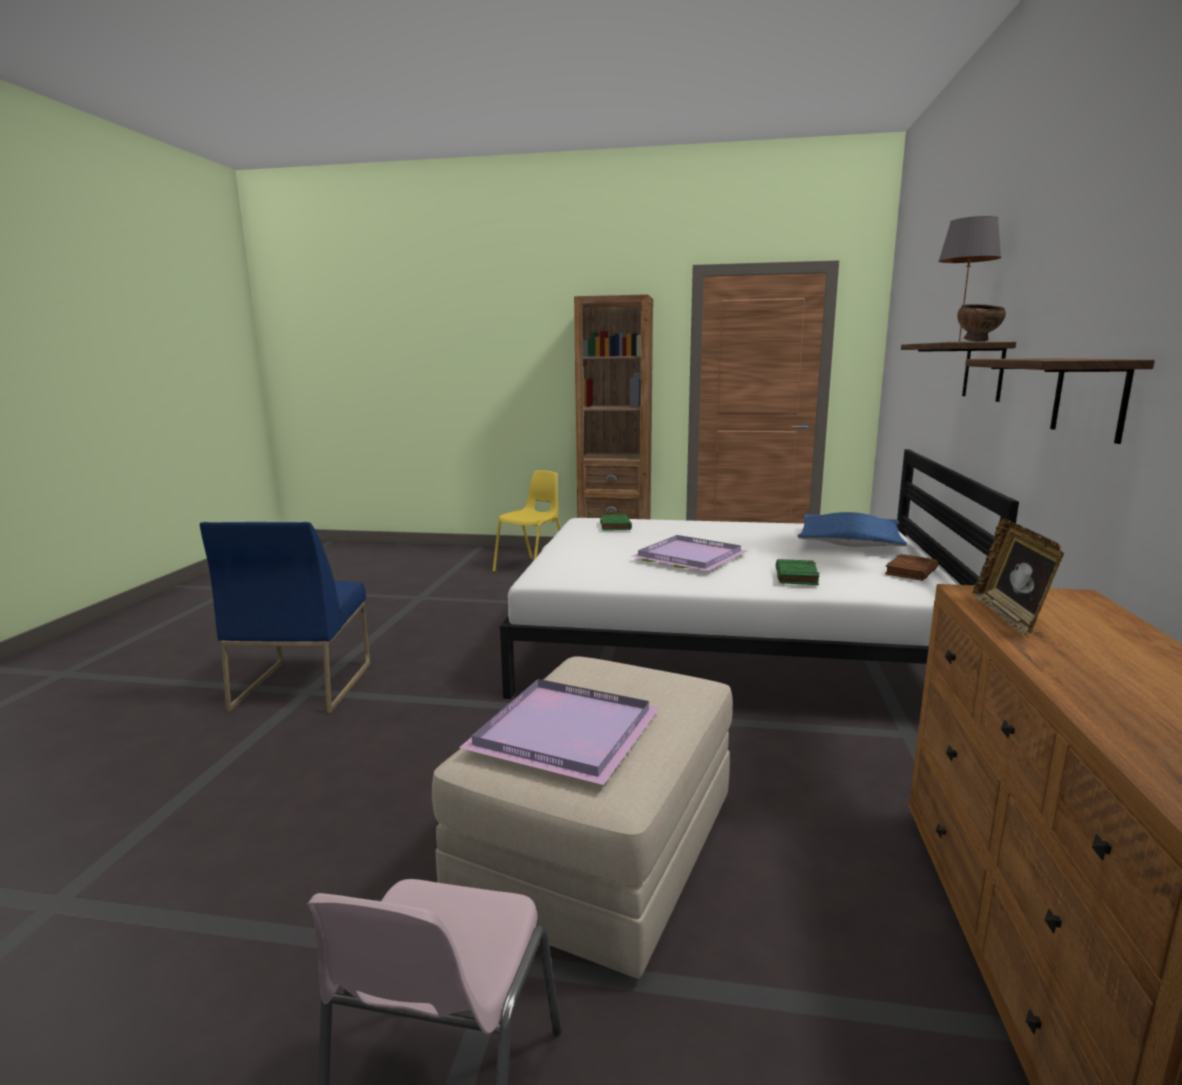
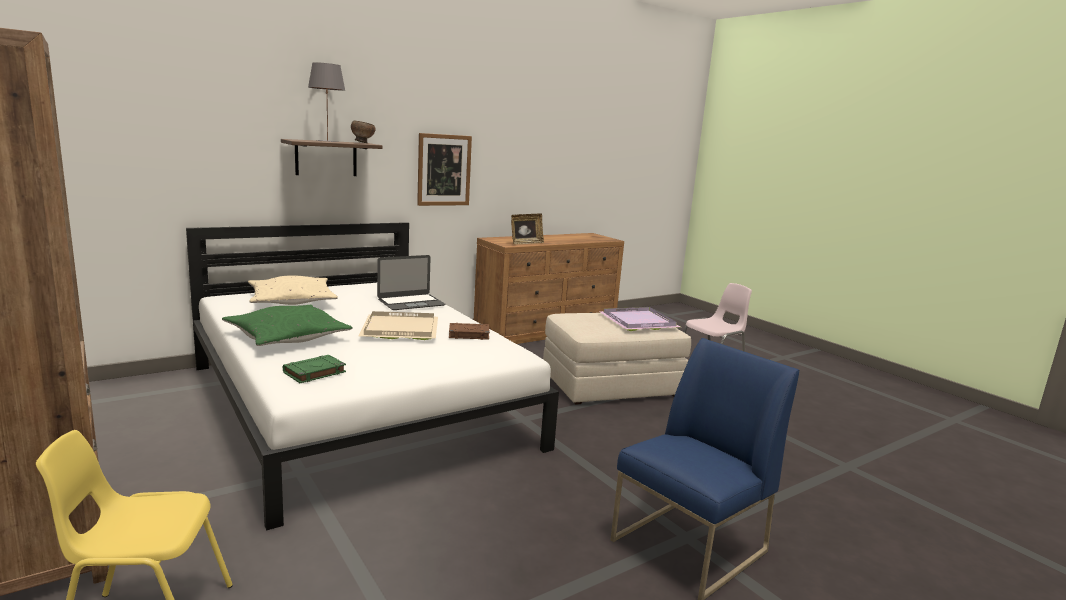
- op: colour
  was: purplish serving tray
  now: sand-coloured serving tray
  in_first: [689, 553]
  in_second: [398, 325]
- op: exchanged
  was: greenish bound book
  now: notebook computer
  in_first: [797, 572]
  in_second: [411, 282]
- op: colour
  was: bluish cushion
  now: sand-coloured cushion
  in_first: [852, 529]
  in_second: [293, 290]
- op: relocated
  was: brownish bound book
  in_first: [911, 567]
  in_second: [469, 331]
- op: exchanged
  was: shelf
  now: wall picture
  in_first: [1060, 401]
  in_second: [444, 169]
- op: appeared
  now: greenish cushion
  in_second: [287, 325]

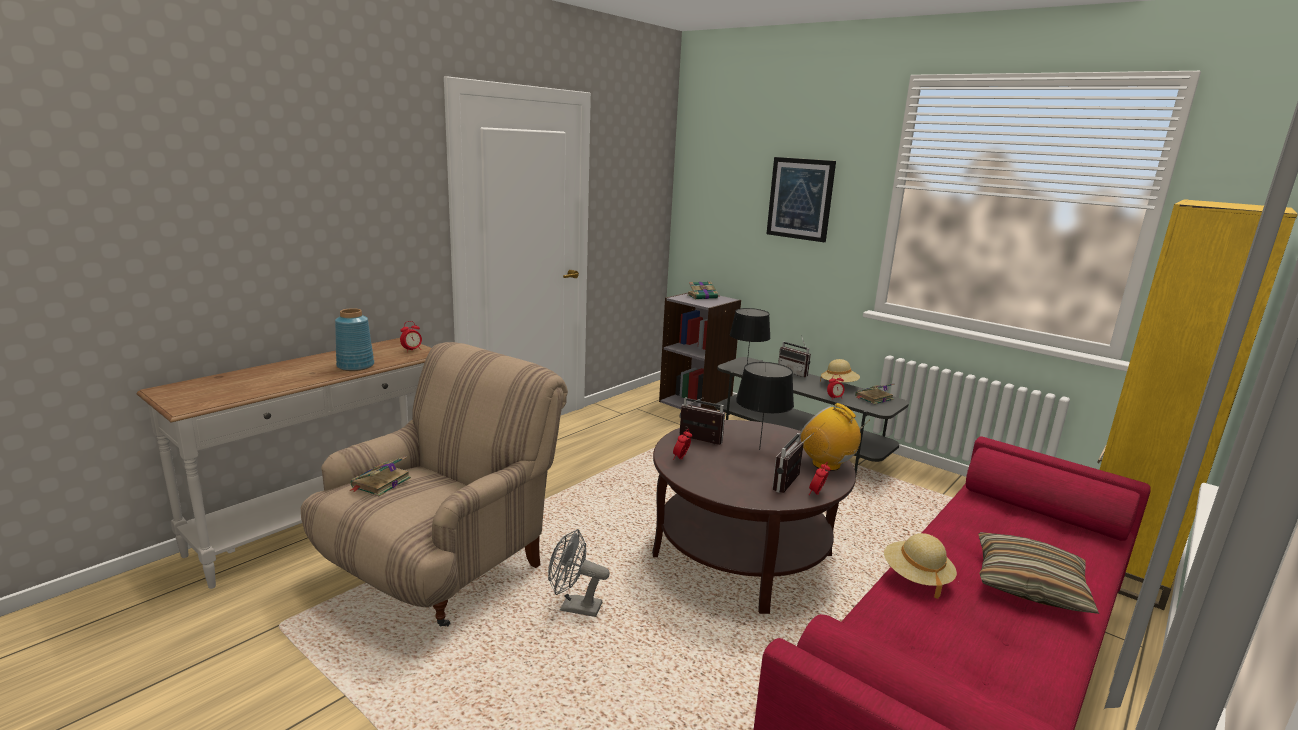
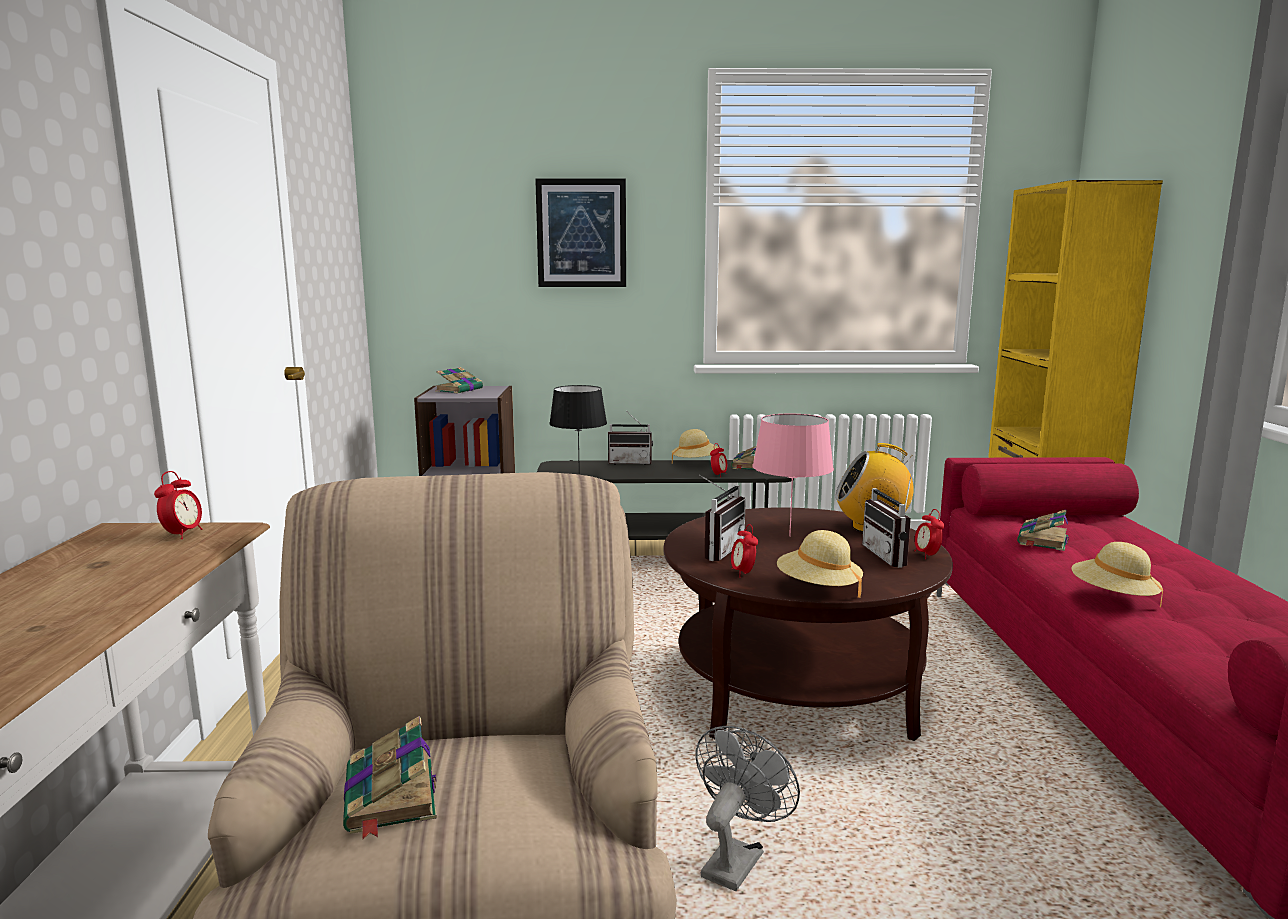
- op: missing
  was: bluish decorative vase
  in_first: [354, 339]
- op: spun
  was: greyish fan
  in_first: [579, 573]
  in_second: [747, 808]
  clockwise: 150
- op: spun
  was: radio
  in_first: [702, 421]
  in_second: [722, 517]
  clockwise: 135
- op: colour
  was: black lamp for a table
  now: pinkish lamp for a table
  in_first: [765, 406]
  in_second: [793, 475]
- op: missing
  was: cushion
  in_first: [1038, 573]
- op: appeared
  now: sand-coloured clothing hat
  in_second: [820, 564]
- op: appeared
  now: bound book
  in_second: [1043, 530]

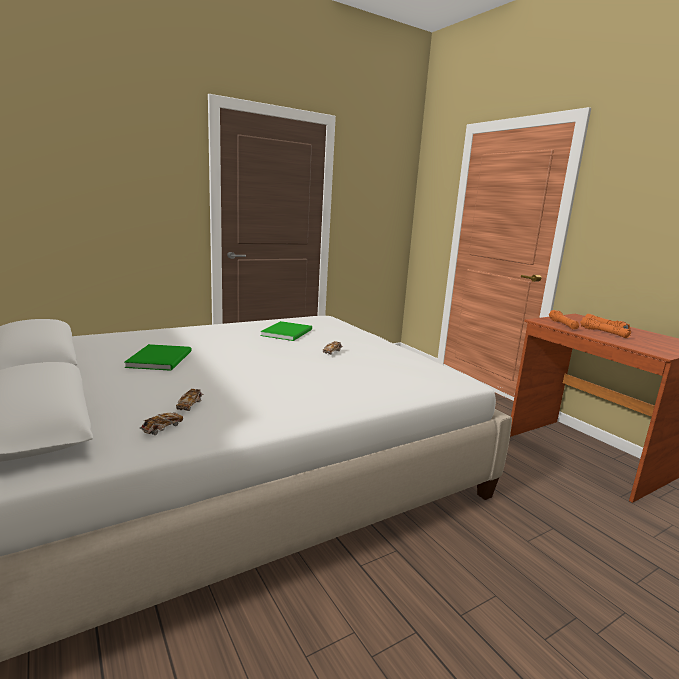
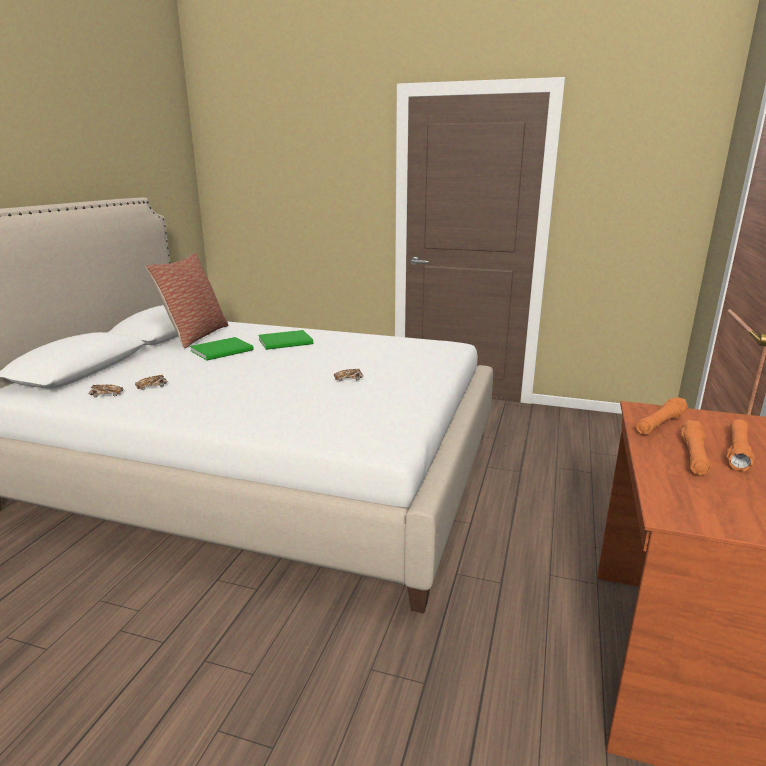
- op: relocated
  was: greenish bound book
  in_first: [286, 331]
  in_second: [285, 340]
- op: appeared
  now: cushion
  in_second: [187, 301]

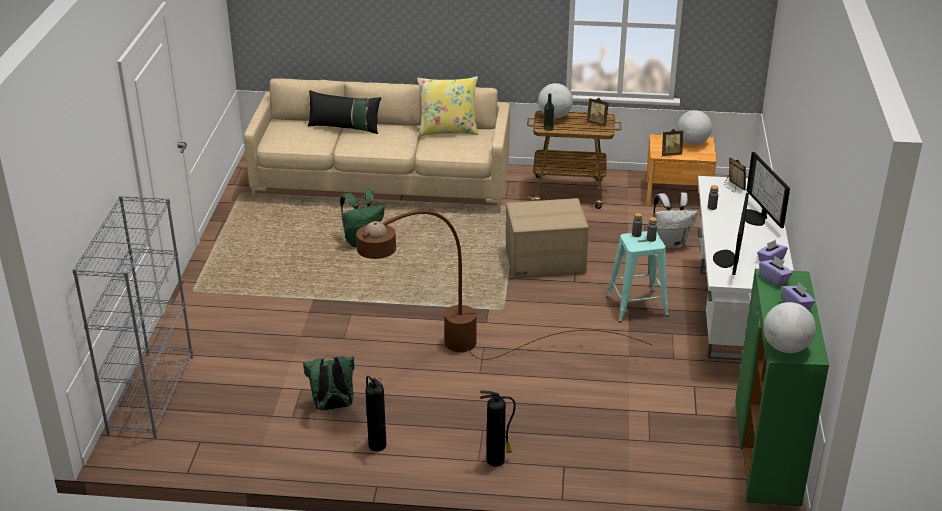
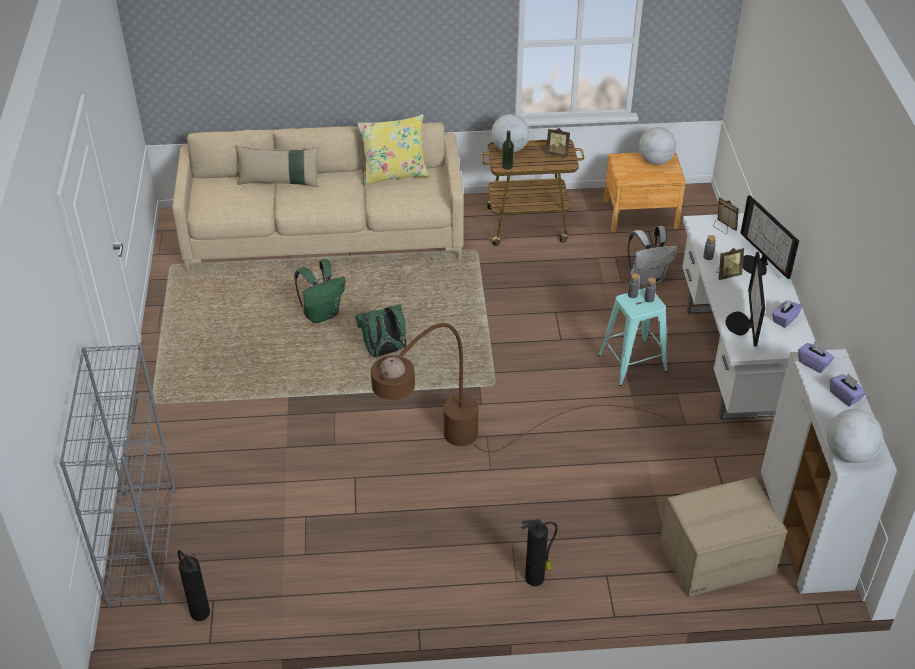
- op: relocated
  was: greenish backpack
  in_first: [329, 383]
  in_second: [380, 330]
- op: colour
  was: black cushion
  now: sand-coloured cushion
  in_first: [344, 112]
  in_second: [277, 166]
- op: relocated
  was: extinguisher
  in_first: [375, 413]
  in_second: [194, 585]
- op: relocated
  was: packing box
  in_first: [547, 238]
  in_second: [723, 537]
- op: relocated
  was: standing frame
  in_first: [672, 142]
  in_second: [730, 264]
- op: colour
  was: greenish cupboard
  now: white cupboard
  in_first: [782, 387]
  in_second: [829, 471]

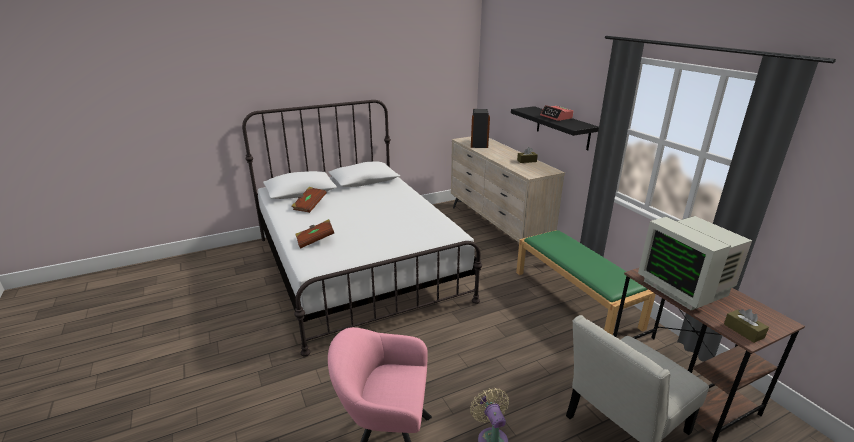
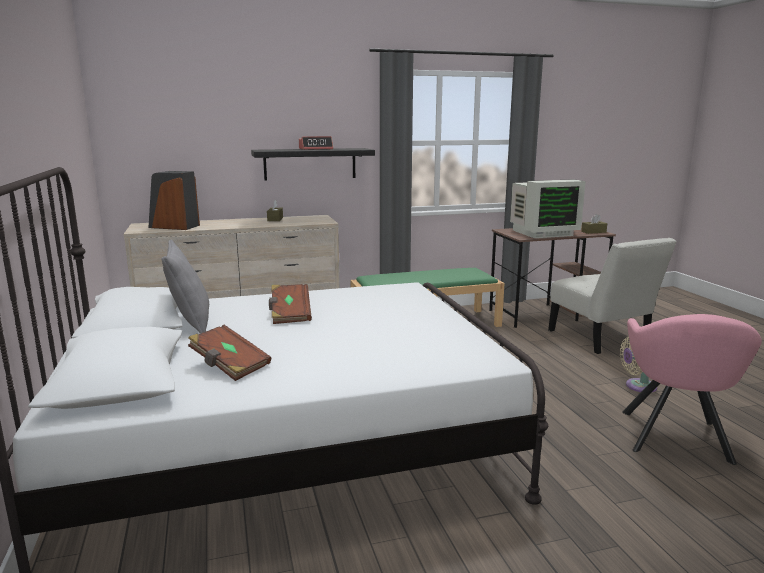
- op: relocated
  was: brownish bound book
  in_first: [314, 234]
  in_second: [290, 304]
- op: appeared
  now: greyish cushion
  in_second: [185, 287]

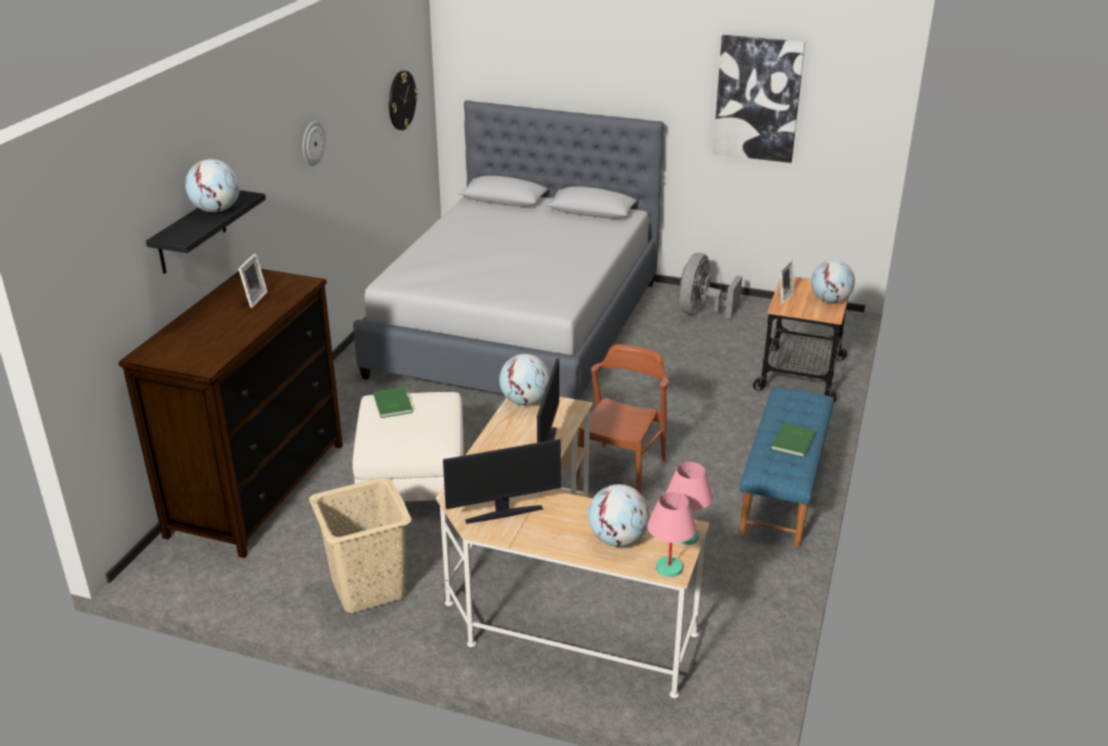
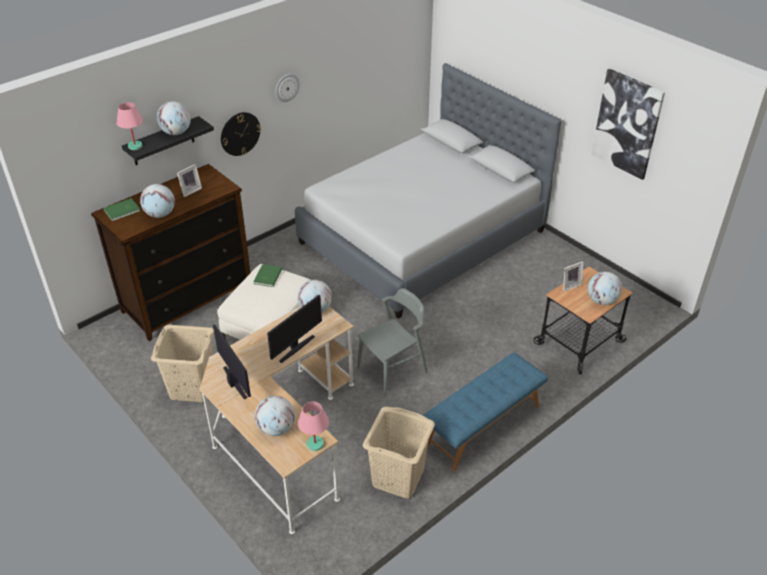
- op: relocated
  was: clock on the wall
  in_first: [403, 100]
  in_second: [241, 134]
- op: spun
  was: computer screen
  in_first: [502, 481]
  in_second: [232, 361]
  clockwise: -135
- op: colour
  was: brownish chair
  now: greyish chair
  in_first: [622, 418]
  in_second: [392, 342]
- op: relocated
  was: pinkish lamp for a table
  in_first: [672, 534]
  in_second: [130, 126]
- op: missing
  was: greyish fan
  in_first: [710, 285]
- op: relocated
  was: greenish bound book
  in_first: [793, 440]
  in_second: [121, 209]
- op: appeared
  now: globe
  in_second: [157, 201]
- op: appeared
  now: sand-coloured washing basket
  in_second: [399, 452]

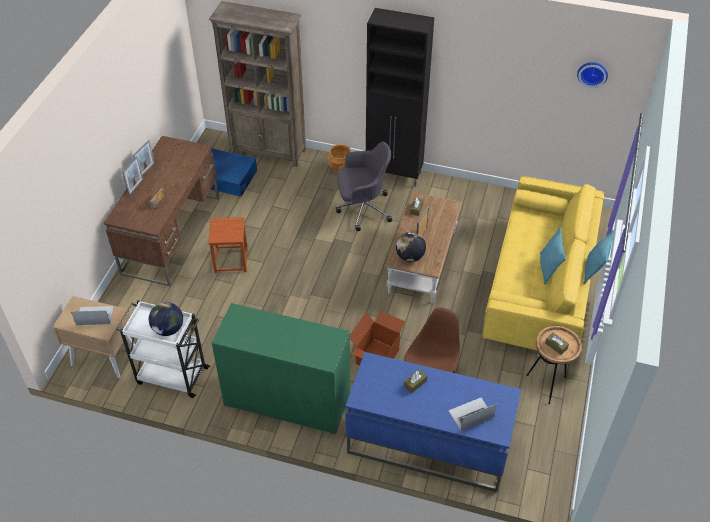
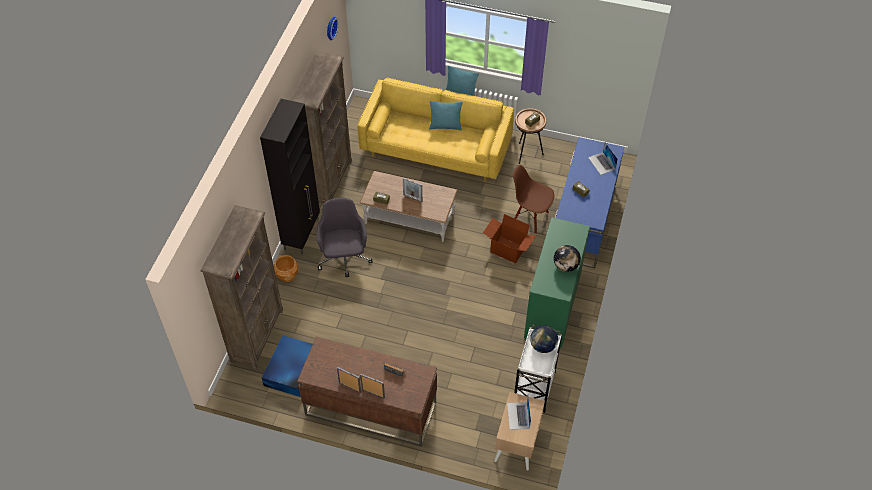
- op: missing
  was: brownish stool seat
  in_first: [228, 245]
- op: relocated
  was: globe
  in_first: [411, 247]
  in_second: [567, 258]
- op: appeared
  now: brownish shelving unit
  in_second: [321, 127]

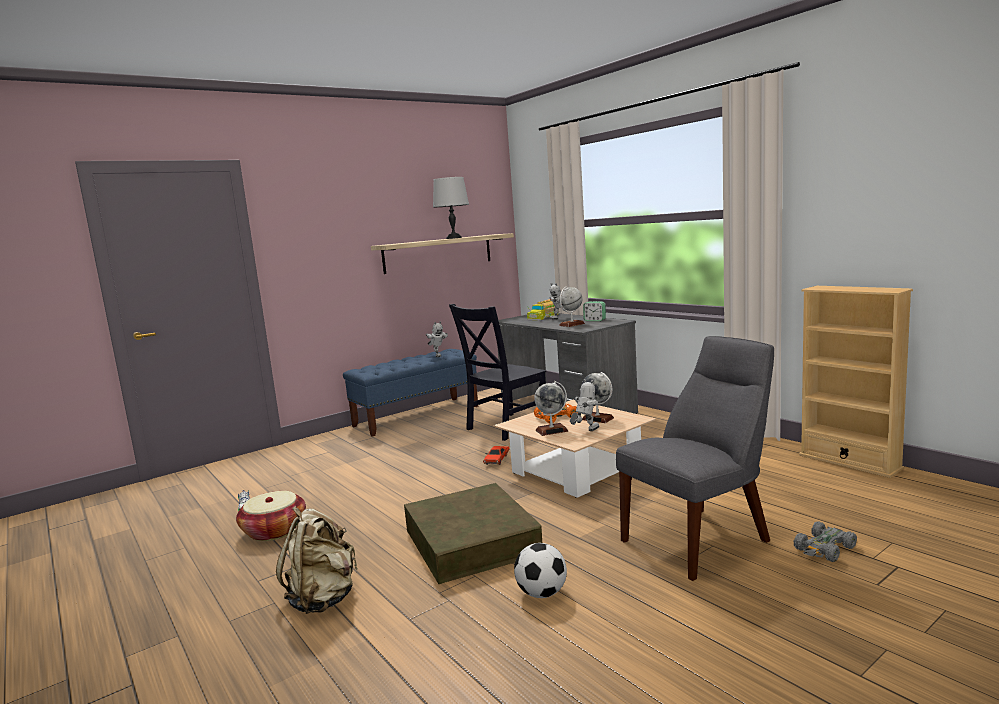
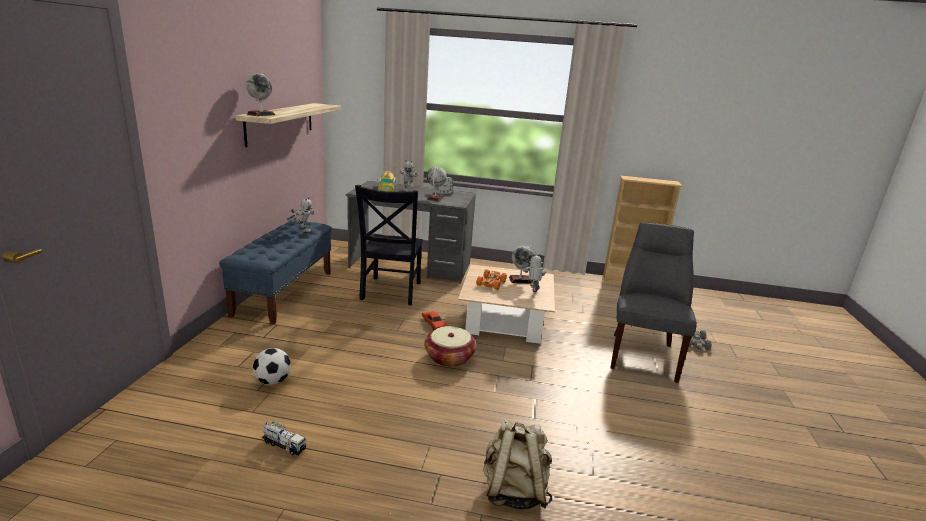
- op: relocated
  was: basket
  in_first: [271, 516]
  in_second: [450, 346]
- op: missing
  was: brownish storage container
  in_first: [473, 533]
- op: missing
  was: greyish lamp for a table
  in_first: [451, 208]
- op: relocated
  was: football ball
  in_first: [540, 570]
  in_second: [272, 366]
- op: relocated
  was: globe
  in_first: [551, 408]
  in_second: [260, 94]

